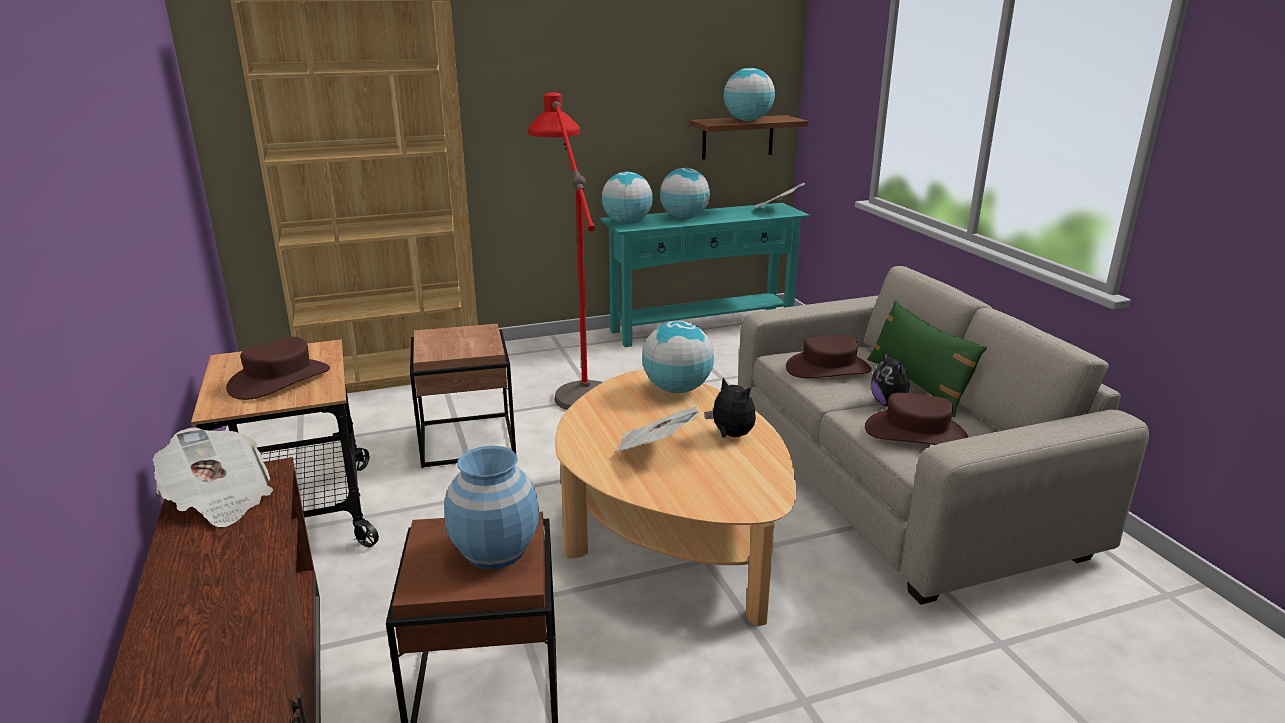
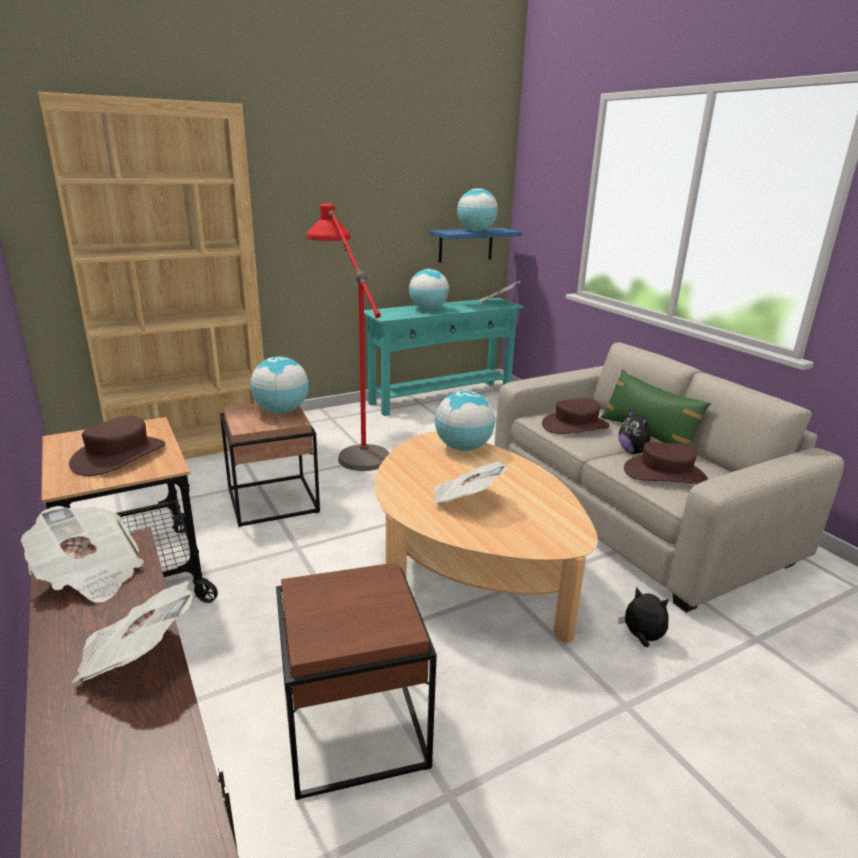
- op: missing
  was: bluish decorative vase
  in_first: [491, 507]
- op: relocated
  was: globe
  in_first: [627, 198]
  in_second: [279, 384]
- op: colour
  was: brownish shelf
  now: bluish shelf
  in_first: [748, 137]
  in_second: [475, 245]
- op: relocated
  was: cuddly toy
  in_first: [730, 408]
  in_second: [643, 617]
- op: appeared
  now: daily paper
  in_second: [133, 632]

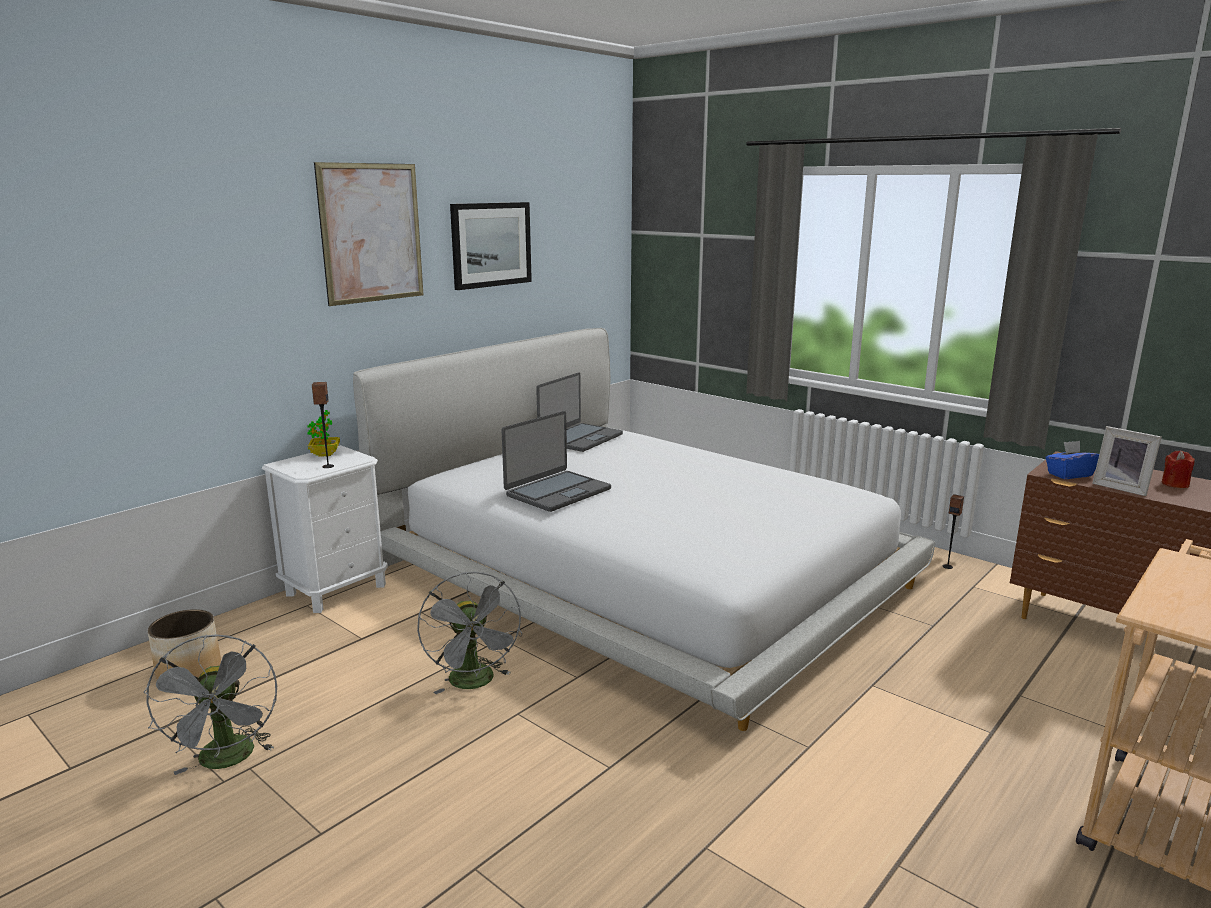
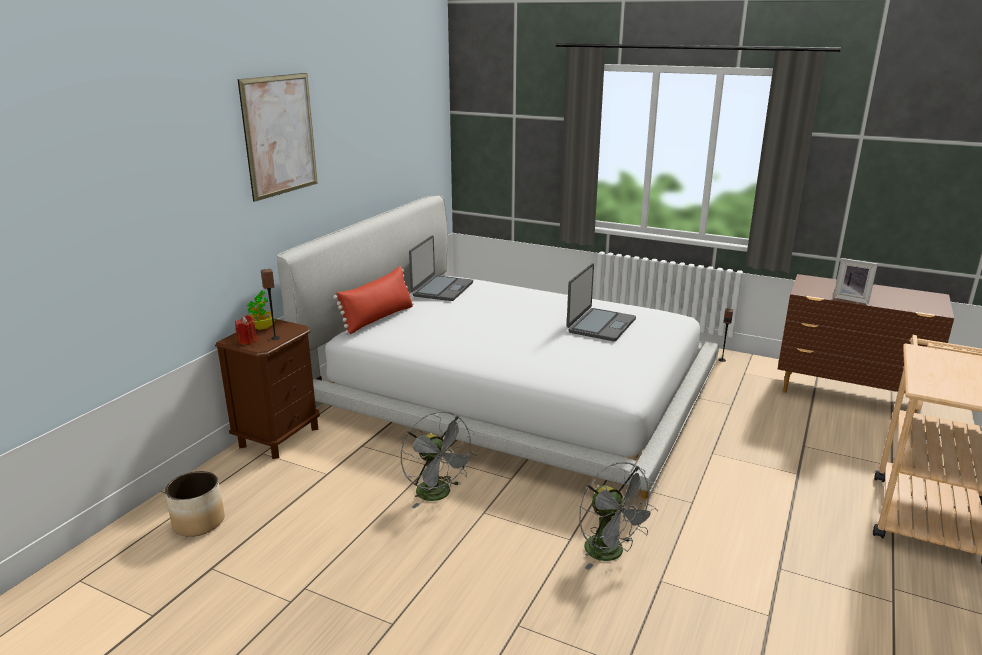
- op: relocated
  was: greyish fan
  in_first: [210, 704]
  in_second: [618, 516]
- op: colour
  was: white night table
  now: brownish night table
  in_first: [325, 529]
  in_second: [267, 389]
- op: missing
  was: wall picture
  in_first: [491, 246]
- op: relocated
  was: notebook computer
  in_first: [556, 461]
  in_second: [601, 302]
- op: missing
  was: bluish tissue box
  in_first: [1072, 460]
- op: relocated
  was: red-coloured wax light
  in_first: [1178, 469]
  in_second: [246, 330]
- op: appeared
  now: red-coloured cushion
  in_second: [373, 300]

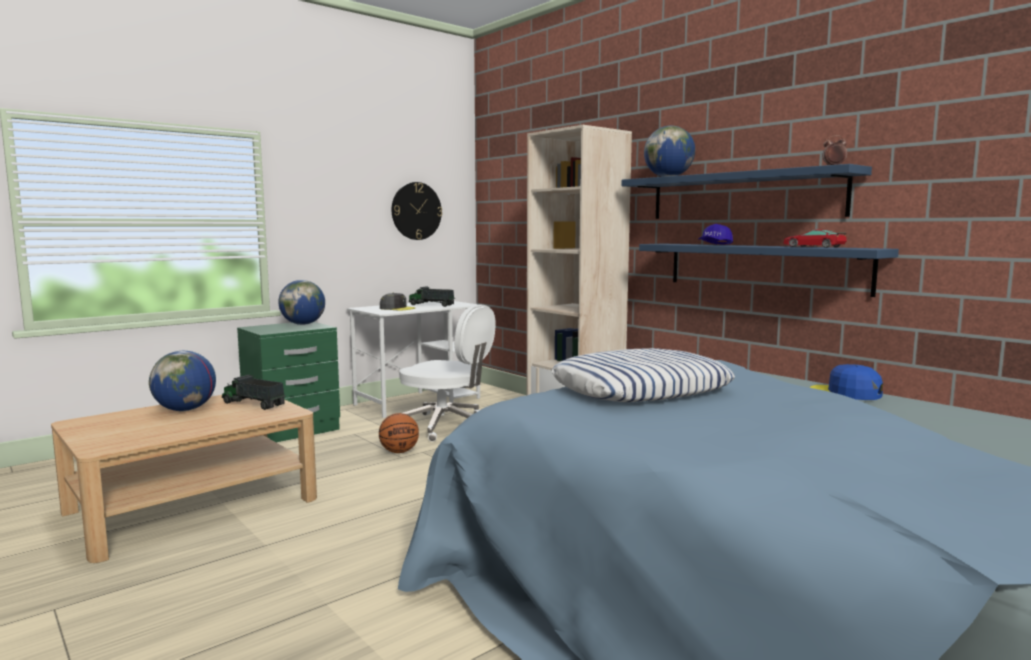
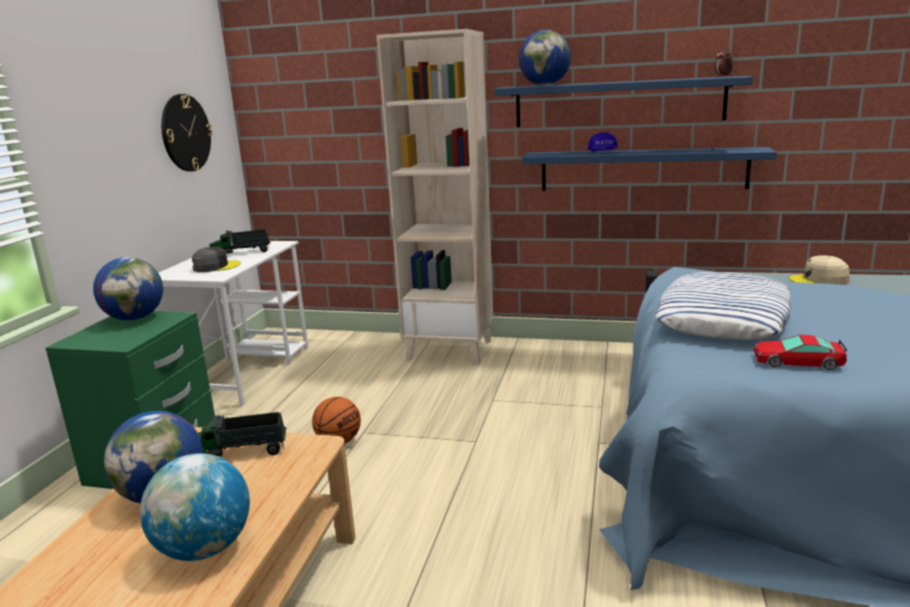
- op: missing
  was: white computer chair
  in_first: [447, 373]
- op: relocated
  was: model car
  in_first: [815, 238]
  in_second: [800, 352]
- op: colour
  was: bluish peaked cap
  now: sand-coloured peaked cap
  in_first: [846, 382]
  in_second: [819, 270]
- op: appeared
  now: globe
  in_second: [195, 507]

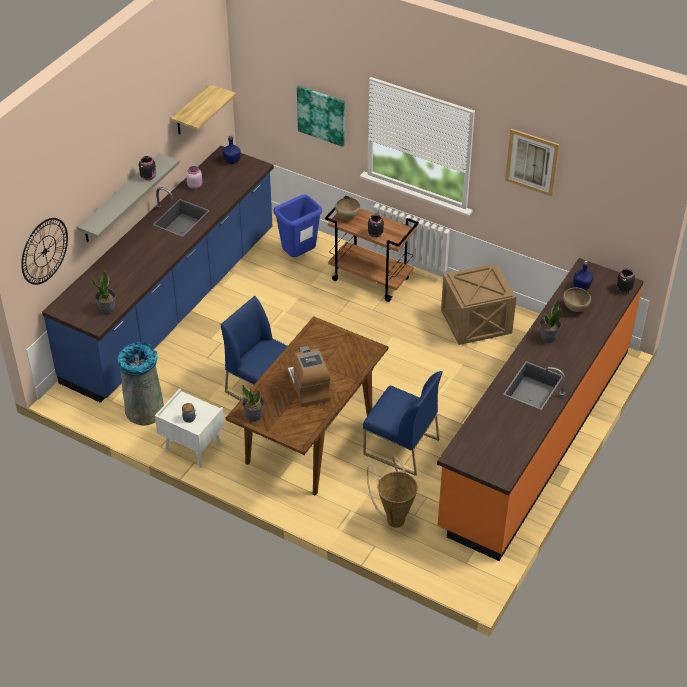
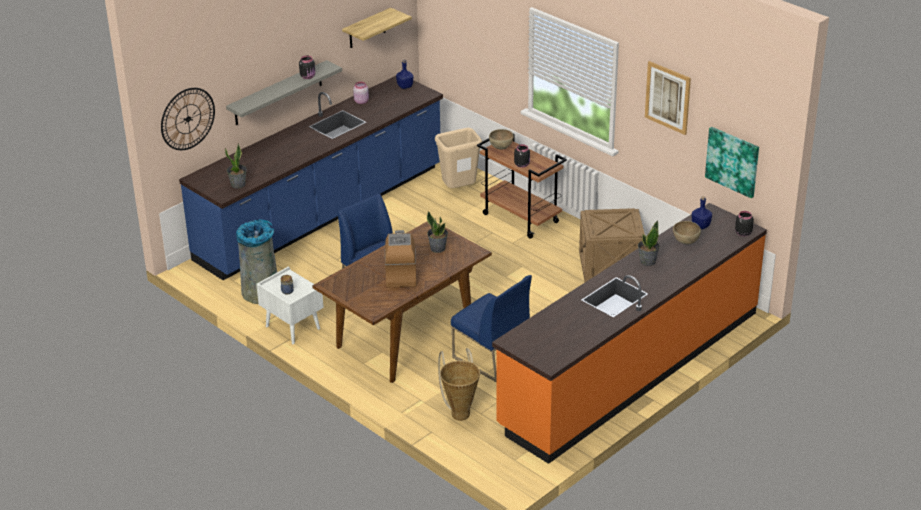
- op: relocated
  was: potted plant
  in_first: [253, 403]
  in_second: [437, 232]
- op: colour
  was: bluish trash can
  now: sand-coloured trash can
  in_first: [298, 225]
  in_second: [458, 158]
- op: relocated
  was: wall picture
  in_first: [321, 116]
  in_second: [732, 162]

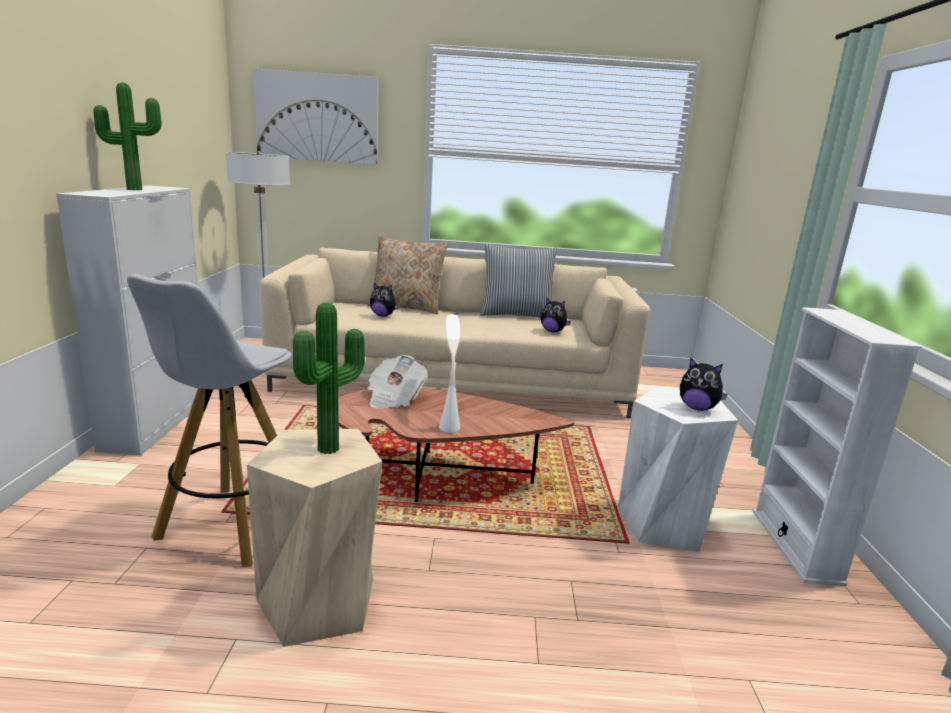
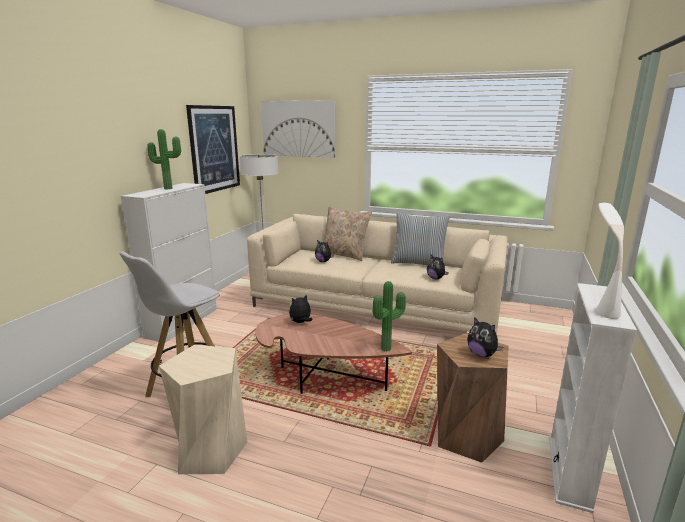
- op: relocated
  was: potted plant
  in_first: [329, 378]
  in_second: [389, 316]
- op: exchanged
  was: daily paper
  now: cuddly toy
  in_first: [397, 382]
  in_second: [301, 308]
- op: relocated
  was: white lamp for a table
  in_first: [449, 373]
  in_second: [610, 261]
- op: colour
  was: white stool seat
  now: brownish stool seat
  in_first: [678, 469]
  in_second: [473, 398]
- op: appeared
  now: wall picture
  in_second: [213, 149]

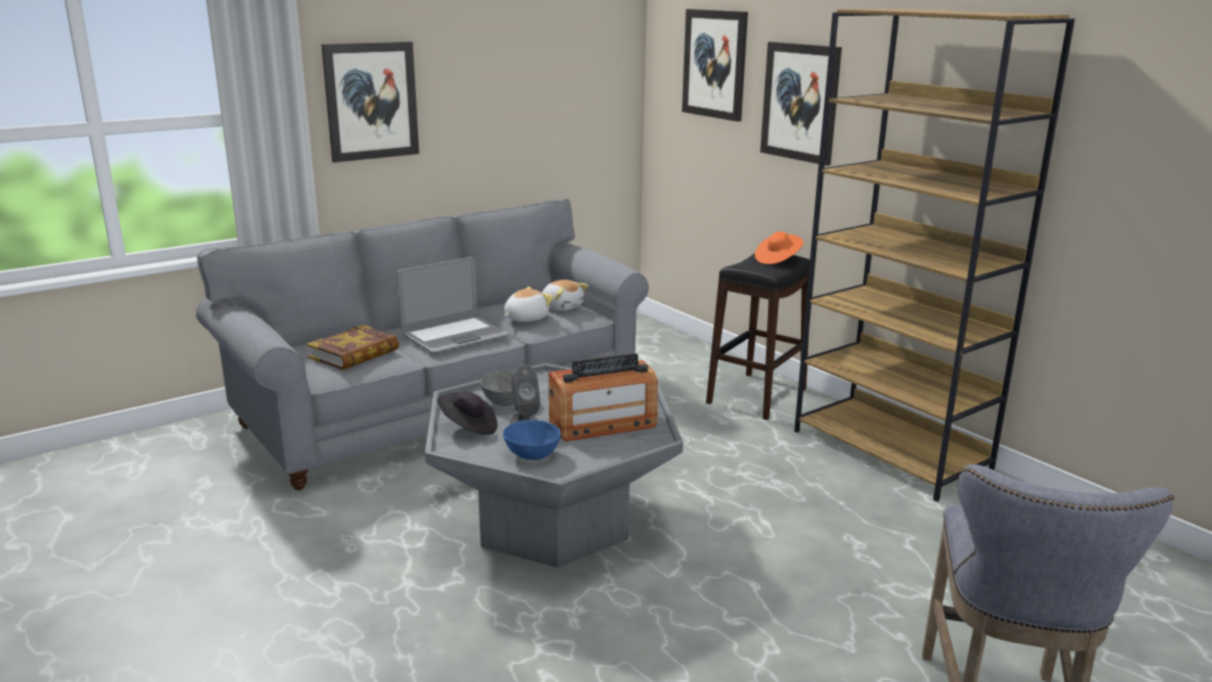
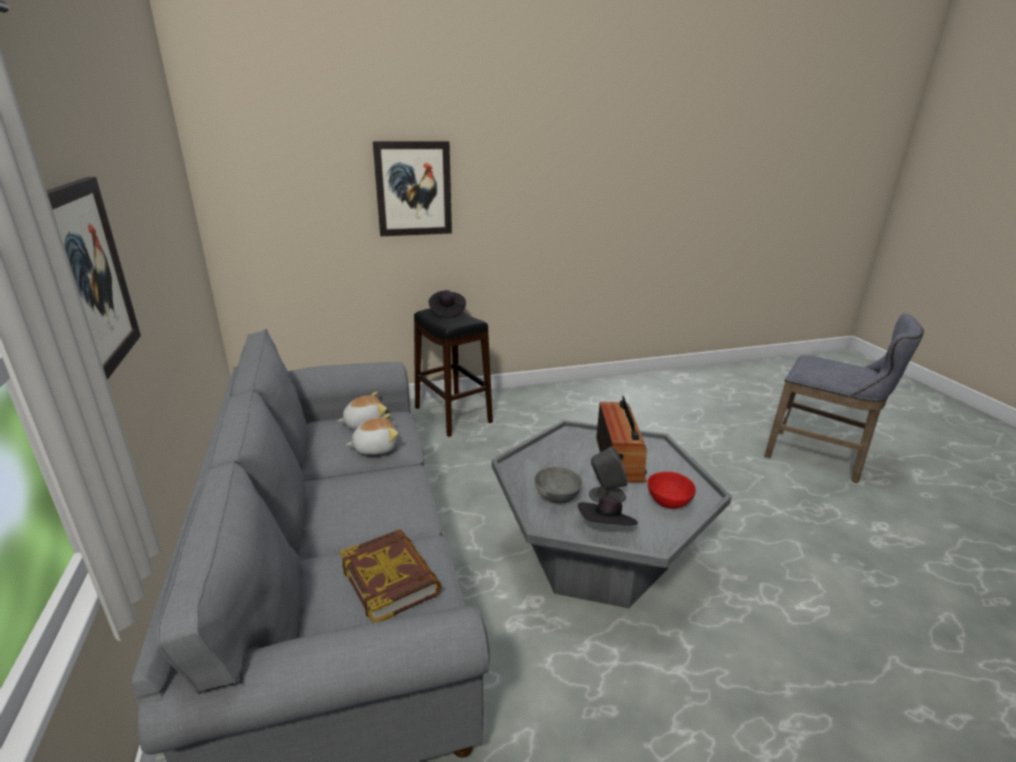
- op: missing
  was: notebook computer
  in_first: [452, 305]
- op: colour
  was: bluish deep dish
  now: red-coloured deep dish
  in_first: [532, 440]
  in_second: [671, 490]
- op: spun
  was: cuddly toy
  in_first: [529, 304]
  in_second: [372, 434]
  clockwise: 90
- op: missing
  was: wall picture
  in_first: [715, 65]
- op: colour
  was: orange clothing hat
  now: black clothing hat
  in_first: [779, 247]
  in_second: [447, 304]
- op: missing
  was: brownish shelving unit
  in_first: [934, 255]

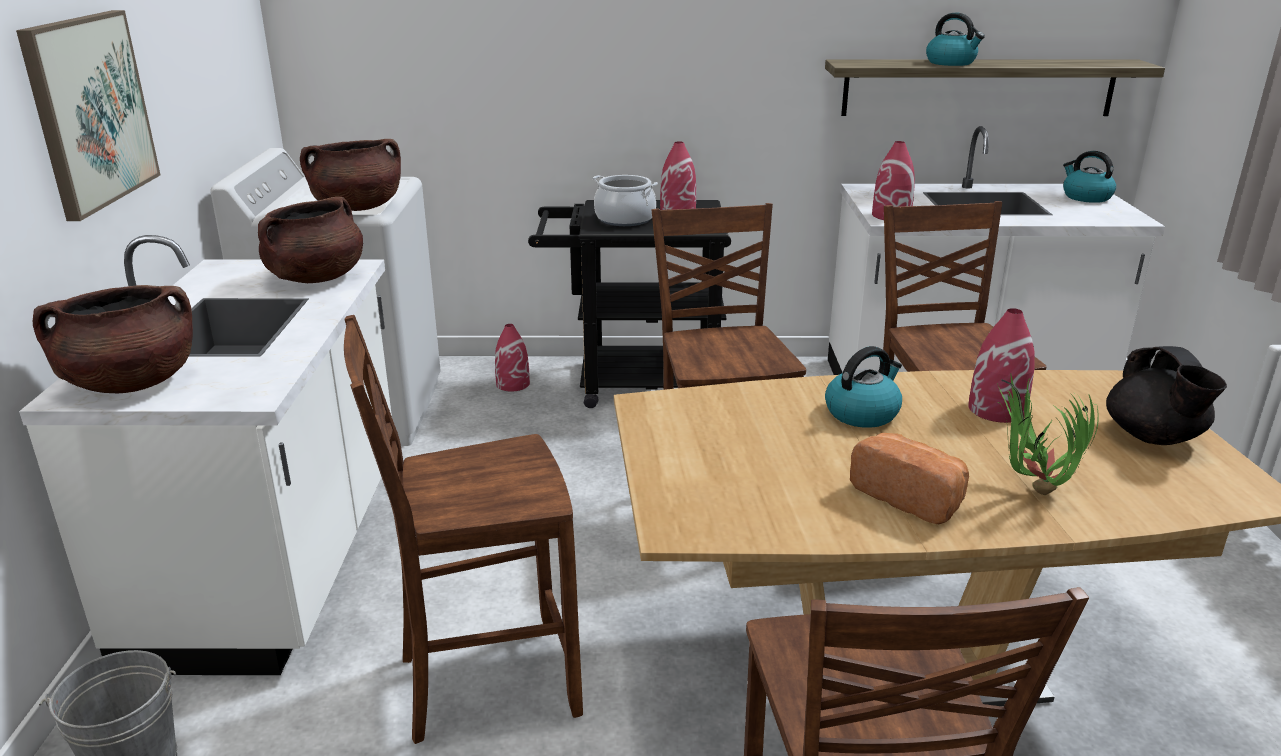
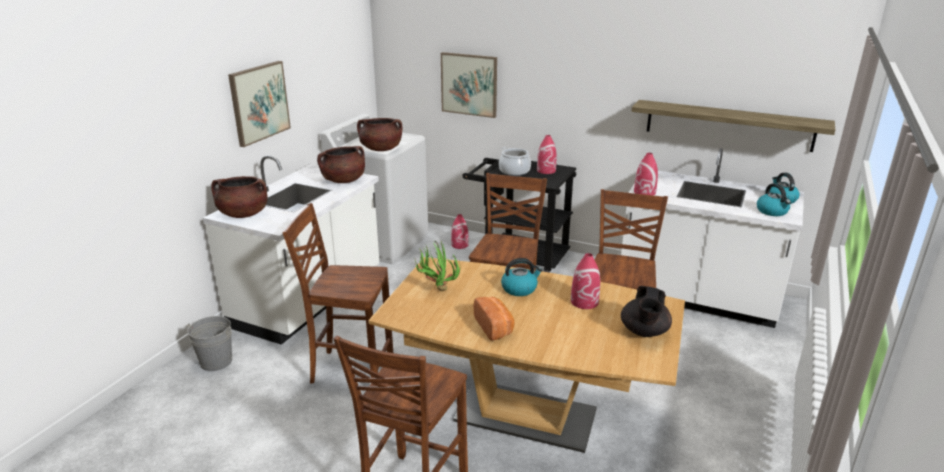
- op: relocated
  was: kettle
  in_first: [955, 39]
  in_second: [774, 199]
- op: relocated
  was: potted plant
  in_first: [1048, 435]
  in_second: [437, 265]
- op: appeared
  now: wall picture
  in_second: [469, 85]

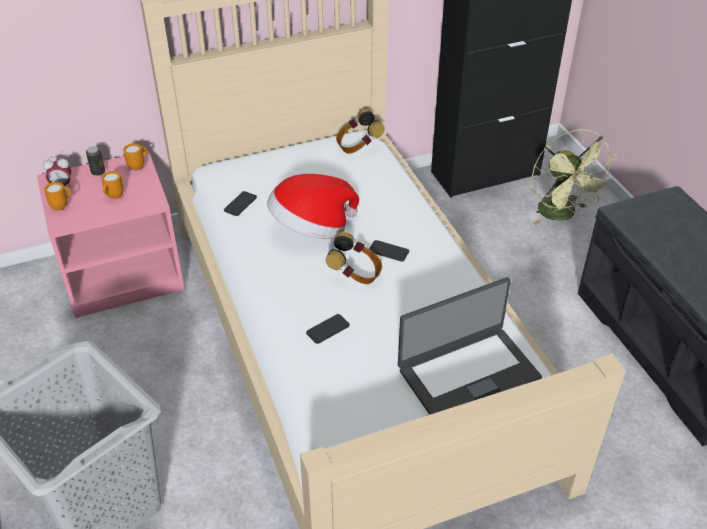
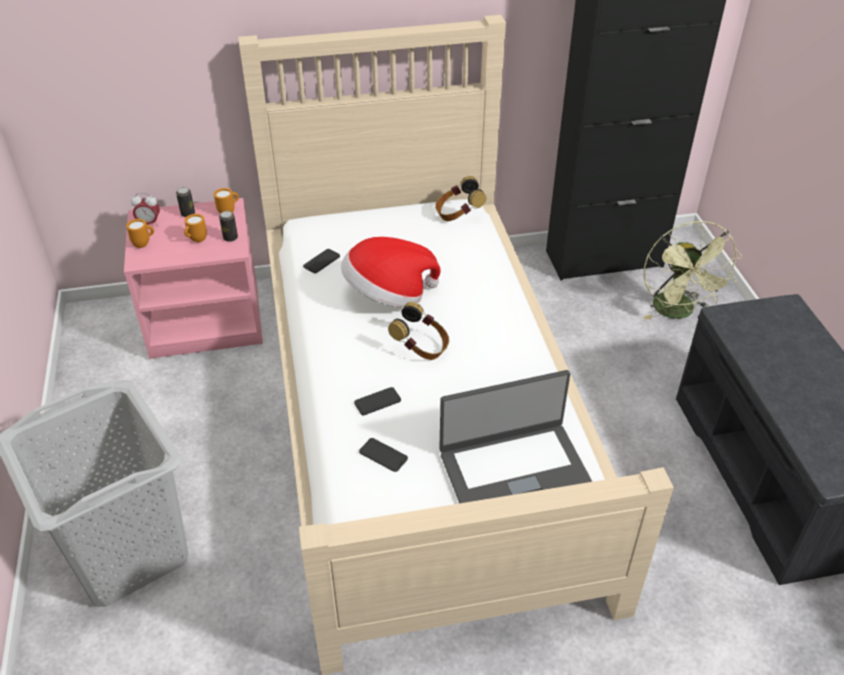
- op: relocated
  was: telephone
  in_first: [389, 251]
  in_second: [383, 455]
- op: appeared
  now: can
  in_second: [228, 226]

